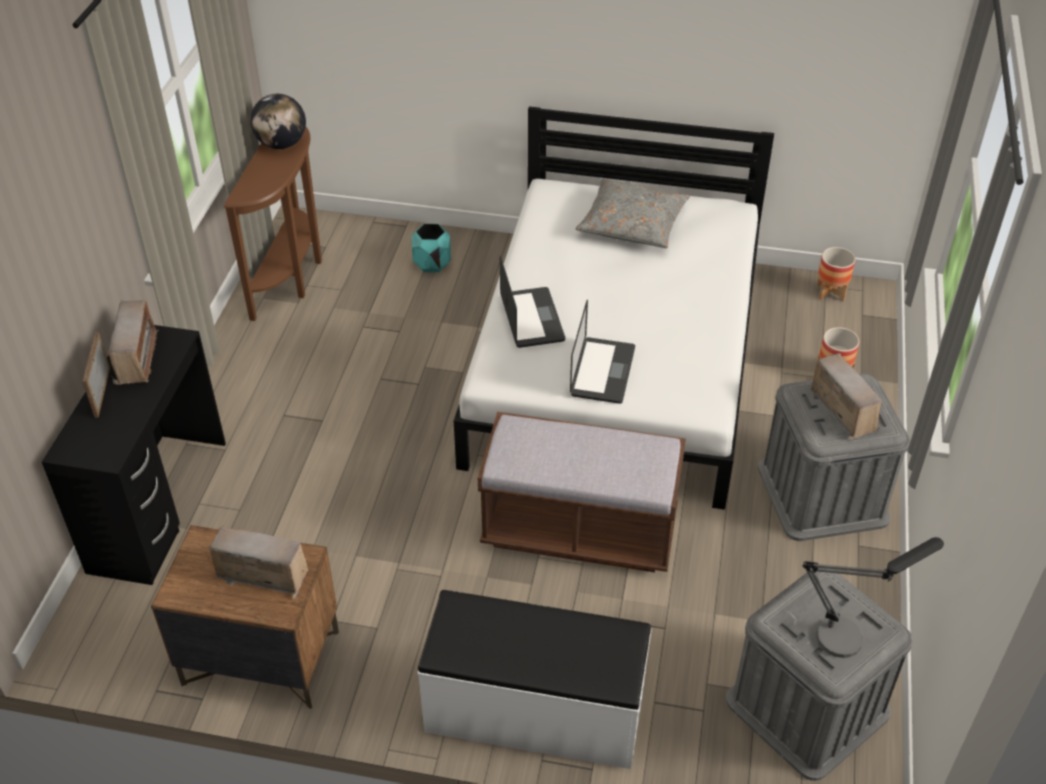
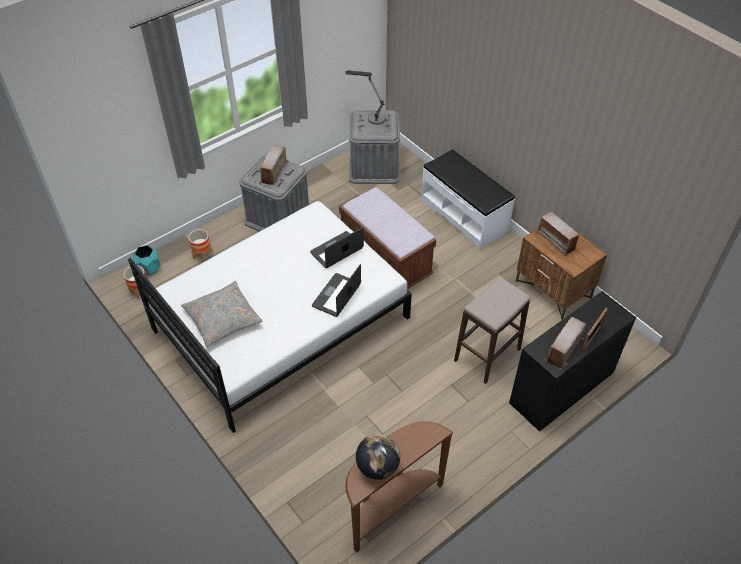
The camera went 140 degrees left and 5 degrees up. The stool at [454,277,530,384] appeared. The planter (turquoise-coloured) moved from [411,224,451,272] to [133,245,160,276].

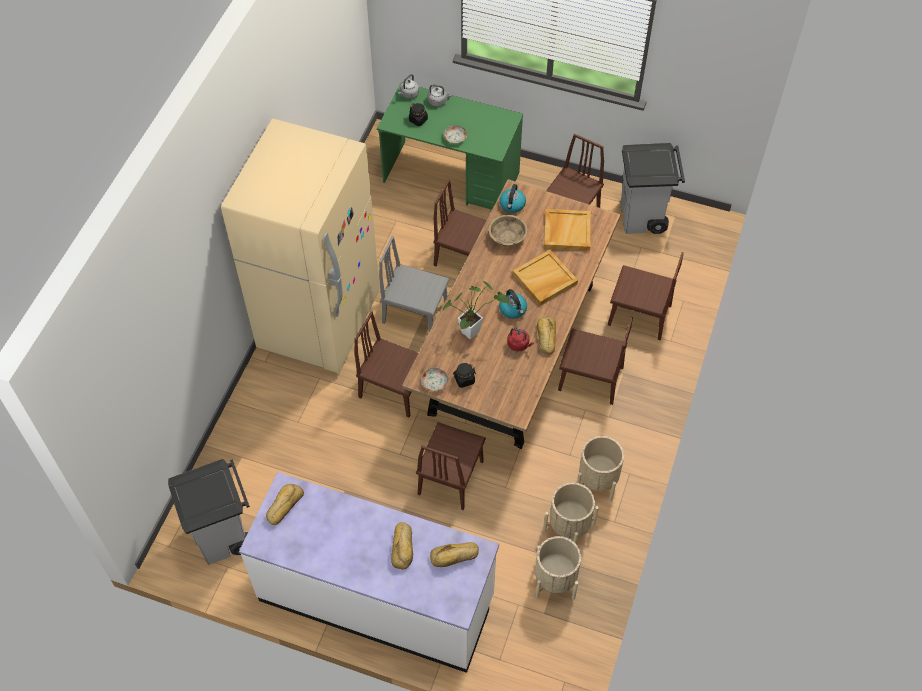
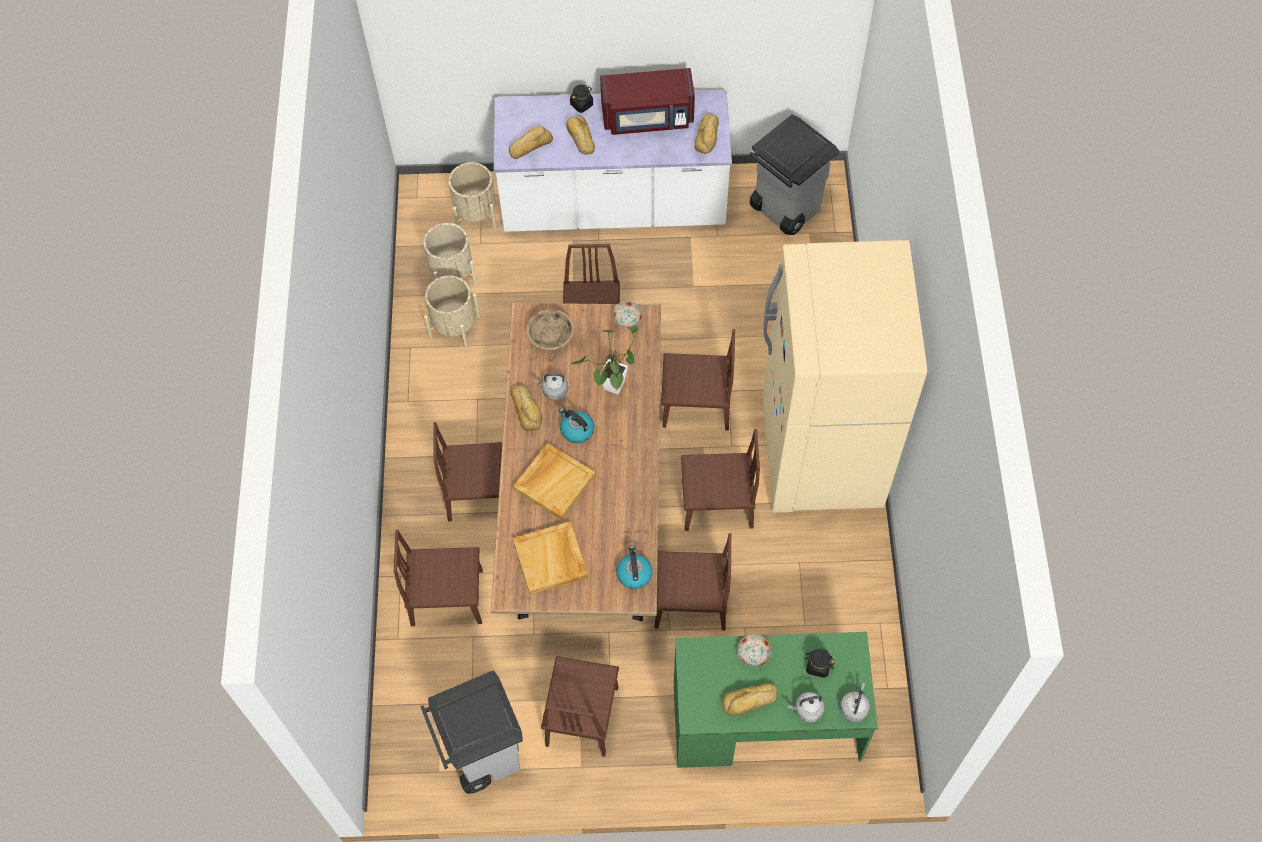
The camera went 160 degrees right and 5 degrees up. The microwave (red-coloured) at [600,68,695,135] appeared. The bread at [722,683,777,716] appeared. The jar (blackish) moved from [453,363,476,388] to [570,85,593,113]. The serving bowl (beige-coloured) moved from [489,215,528,246] to [526,309,574,350]. The planter (beige-coloured) moved from [577,436,624,502] to [449,162,496,230]. The upright chair (grey) at [379,236,449,332] became the upright chair (brown-coloured) at [681,429,760,531]. The water kettle (red-coloured) at [507,328,534,351] became the water kettle (grey) at [534,373,568,400].

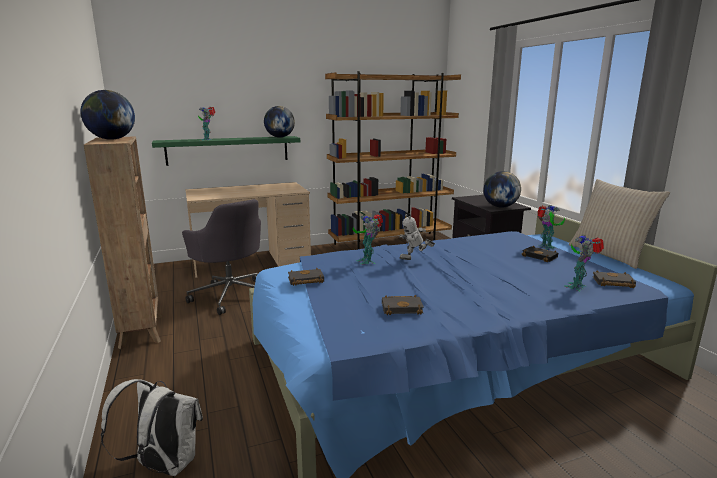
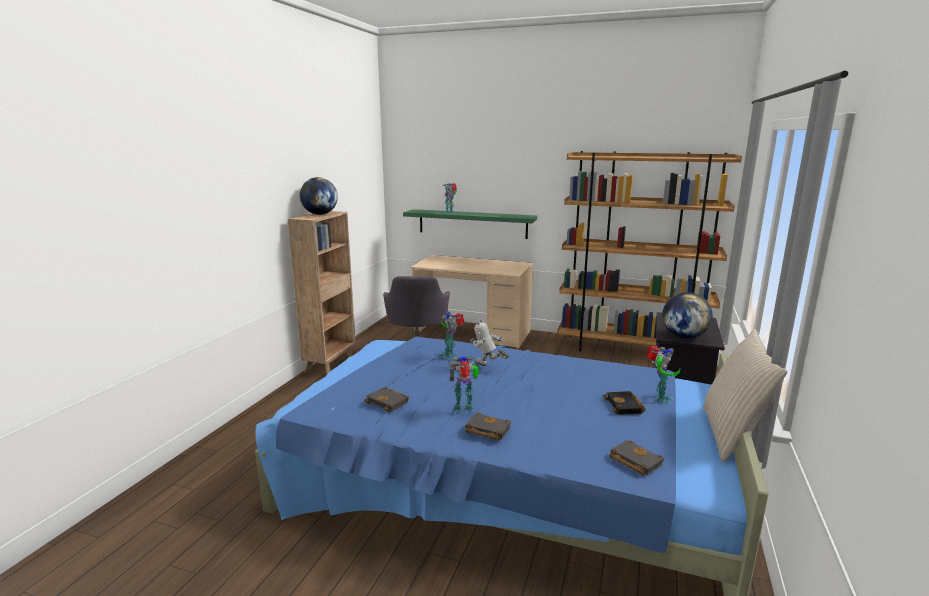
The camera went 40 degrees right and 0 degrees up. The backpack (white-coloured) at [101,379,203,476] disappeared. The globe at [264,106,295,138] disappeared. The bound book (blackish) moved from [288,268,324,286] to [465,413,511,441]. The robot figure moved from [564,235,604,291] to [449,356,480,413].

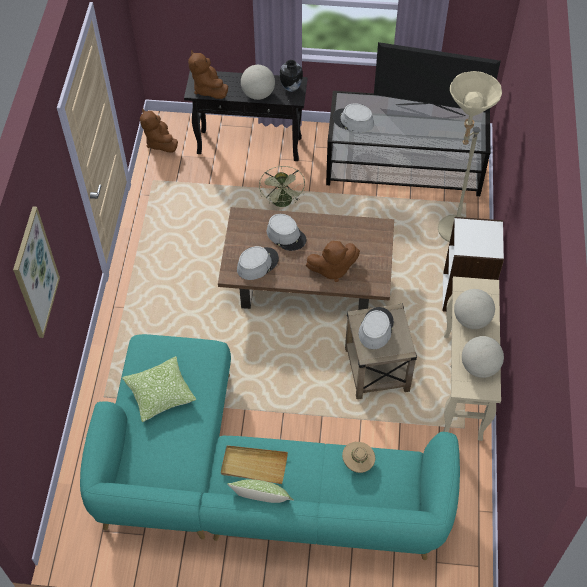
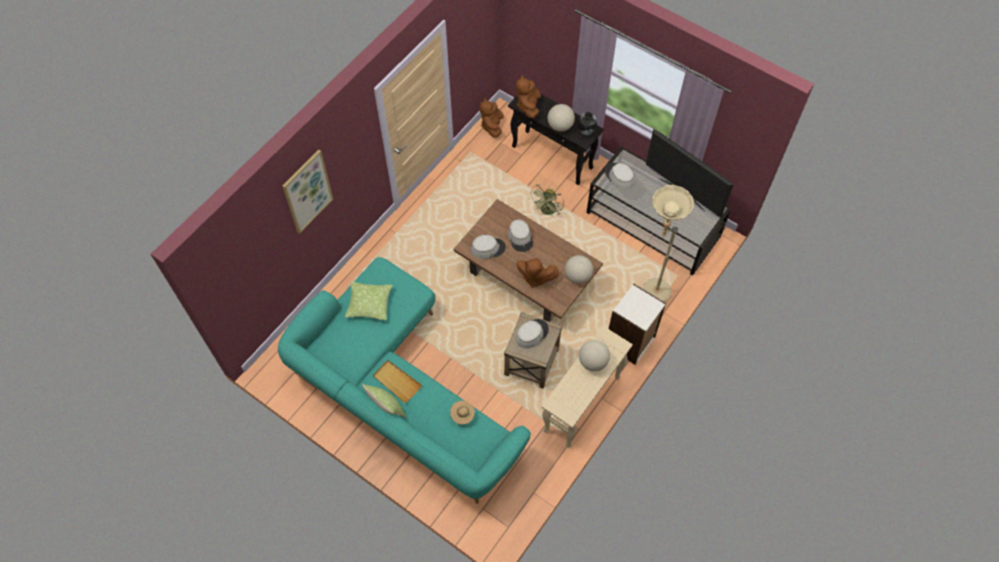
The camera went 30 degrees right and 5 degrees up. The globe moved from [462,336,504,378] to [565,255,593,284].

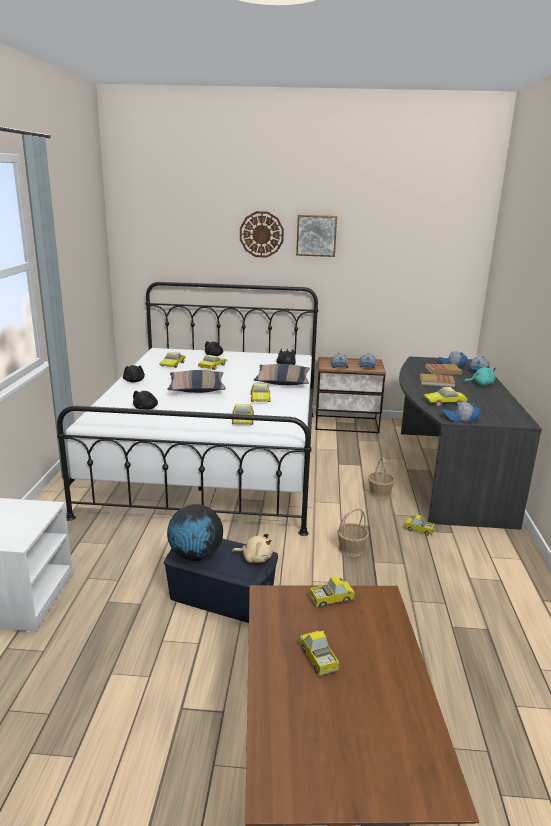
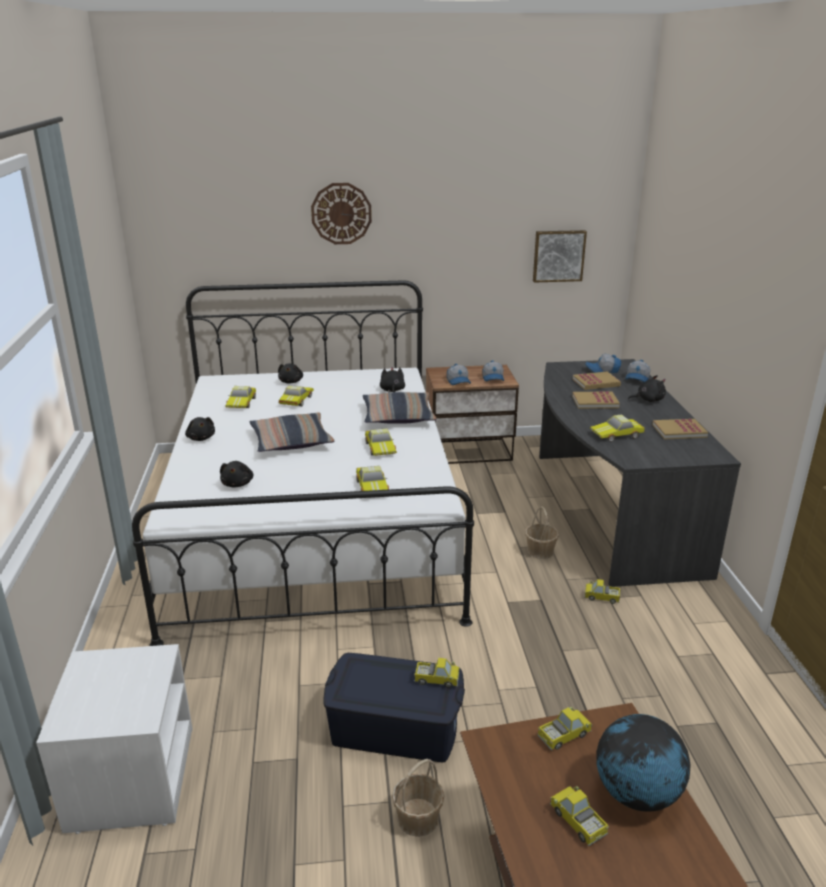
The camera went 10 degrees left and 5 degrees up. The baseball cap at [442,402,480,423] disappeared. The bound book at [652,419,708,439] appeared. The globe moved from [167,504,223,561] to [596,714,691,811]. The wall picture moved from [296,215,337,257] to [533,230,587,283]. The household basket moved from [337,508,369,557] to [392,759,444,837]. The cuddly toy (beige-coloured) at [232,533,273,563] was replaced by the toy truck at [414,658,459,688]. The cuddly toy (turquoise-coloured) at [464,365,496,385] became the cuddly toy (blackish) at [628,375,666,402].

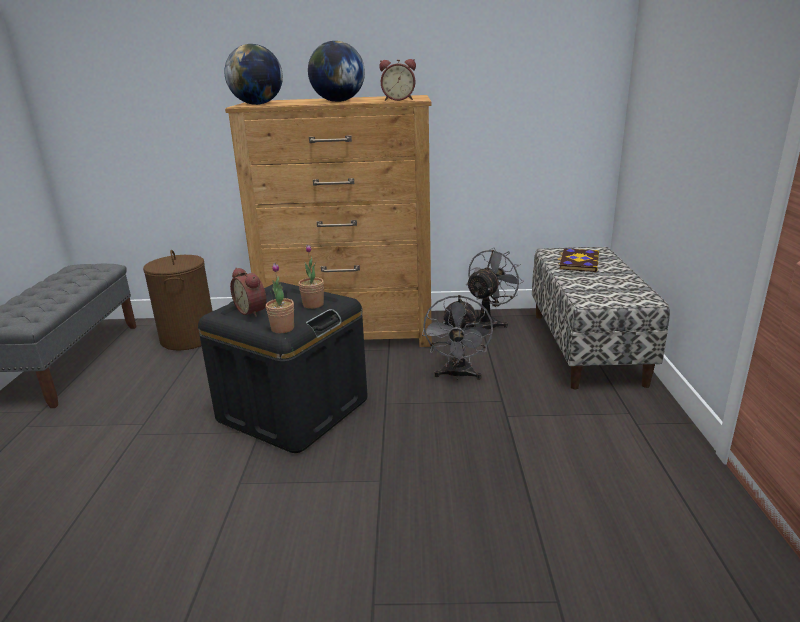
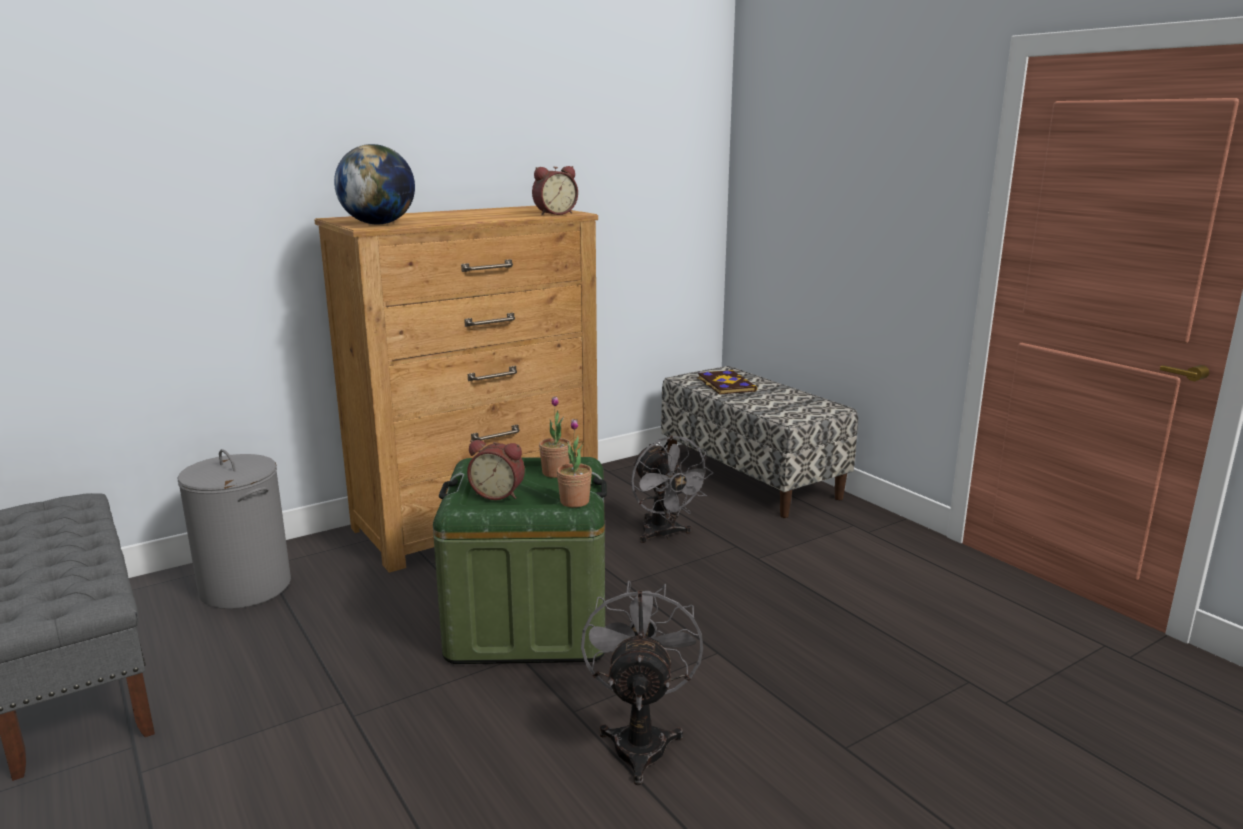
The camera went 35 degrees left and 5 degrees down. The globe at [308,41,365,102] disappeared. The fan (grey) moved from [466,247,524,330] to [581,580,703,785]. The laundry basket (brown-coloured) at [143,250,212,350] became the laundry basket (grey) at [178,449,291,609]. The storage box (blackish) at [198,282,368,453] became the storage box (green-coloured) at [433,457,607,664].

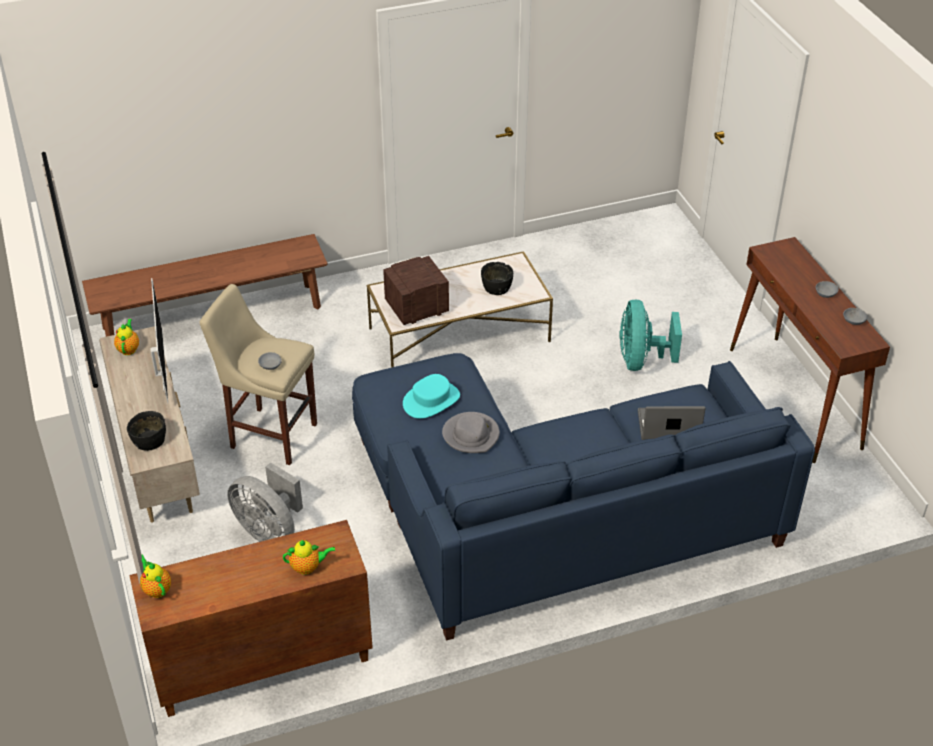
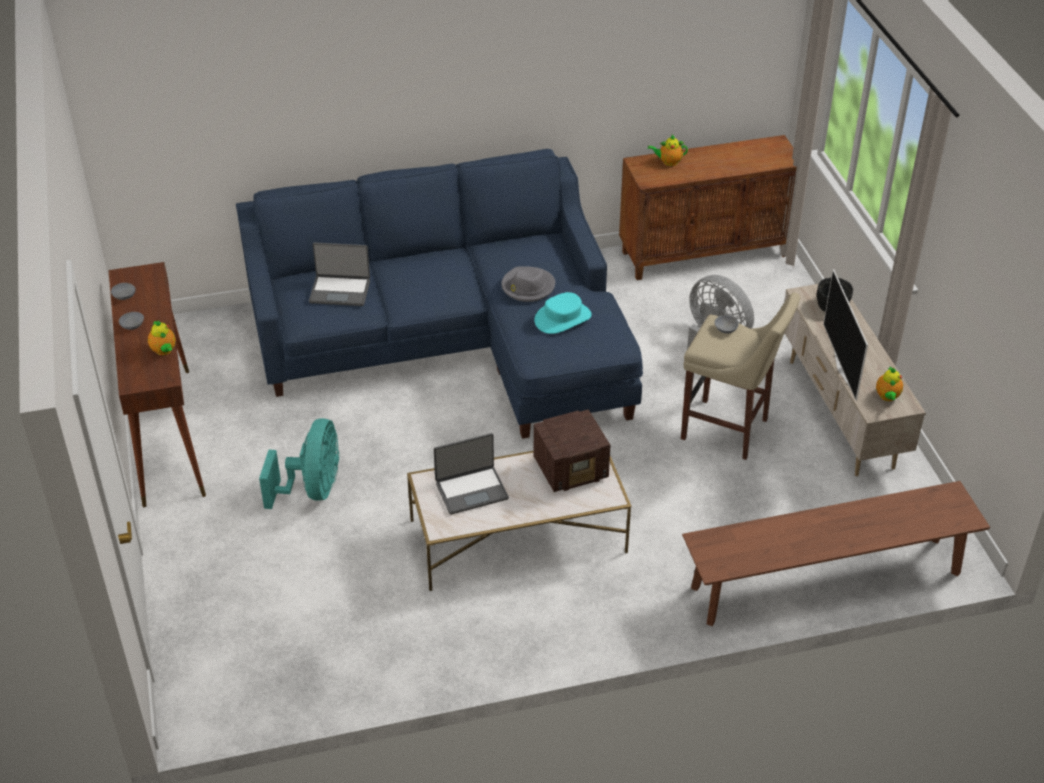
The camera went 175 degrees left and 0 degrees up. The pot for tea moved from [140,554,171,598] to [148,321,176,355]. The serving bowl (blackish) at [481,262,513,295] was replaced by the portable computer at [434,433,509,515].

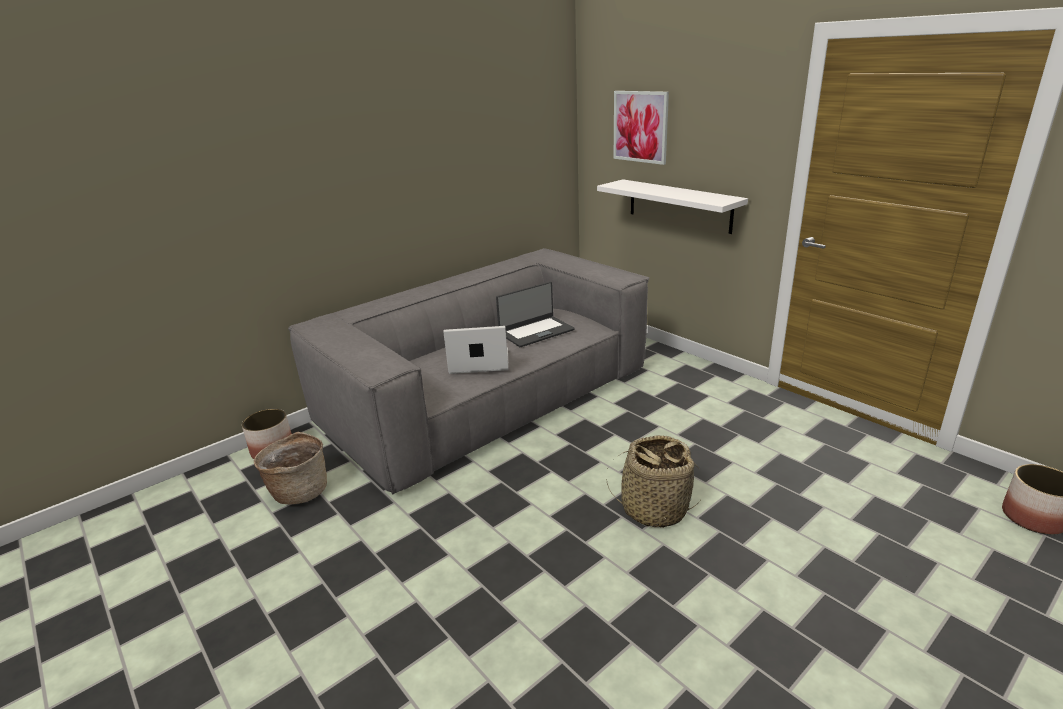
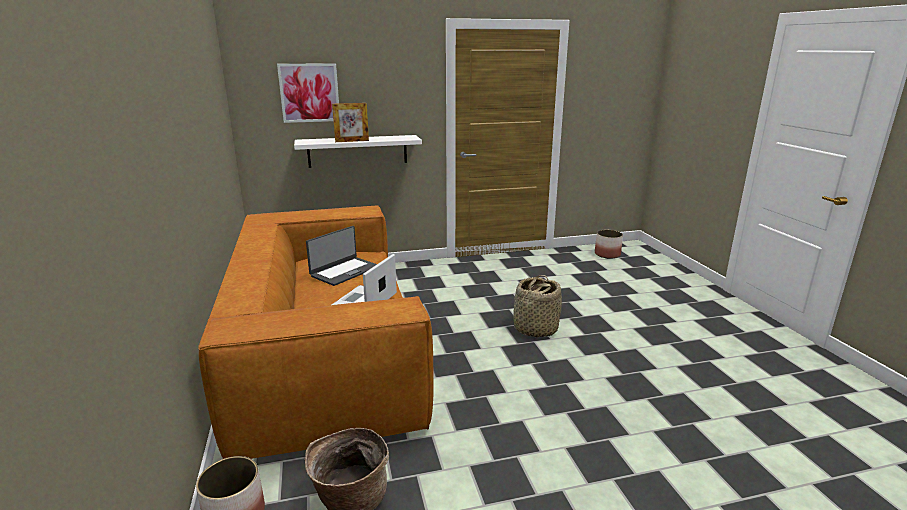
The camera went 65 degrees left and 5 degrees down. The photo frame at [332,103,369,142] appeared. The couch (grey) at [288,248,649,495] became the couch (brown-coloured) at [198,205,434,459]. The portable computer at [496,282,575,347] turned 45 degrees clockwise.

